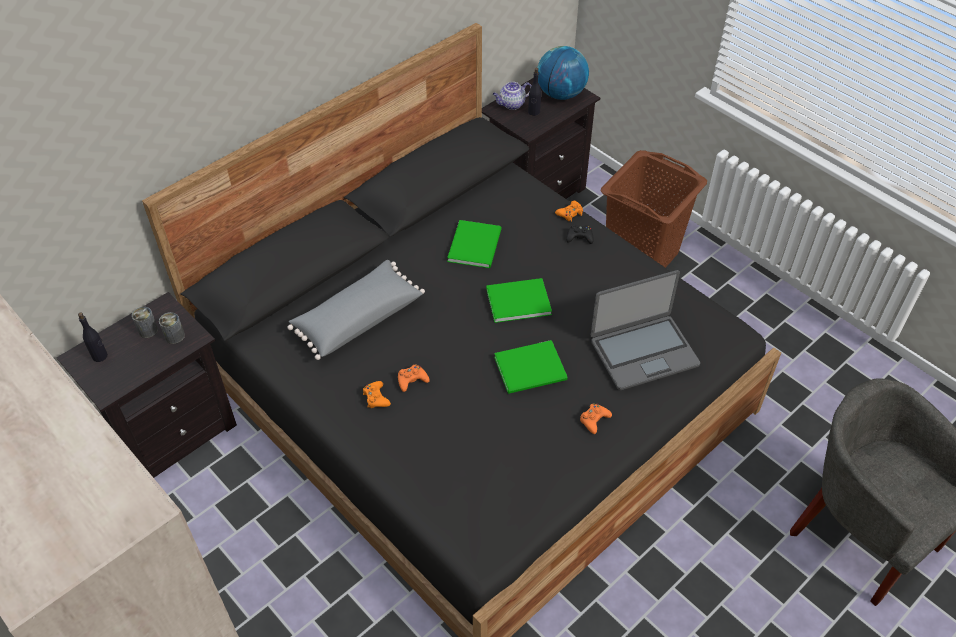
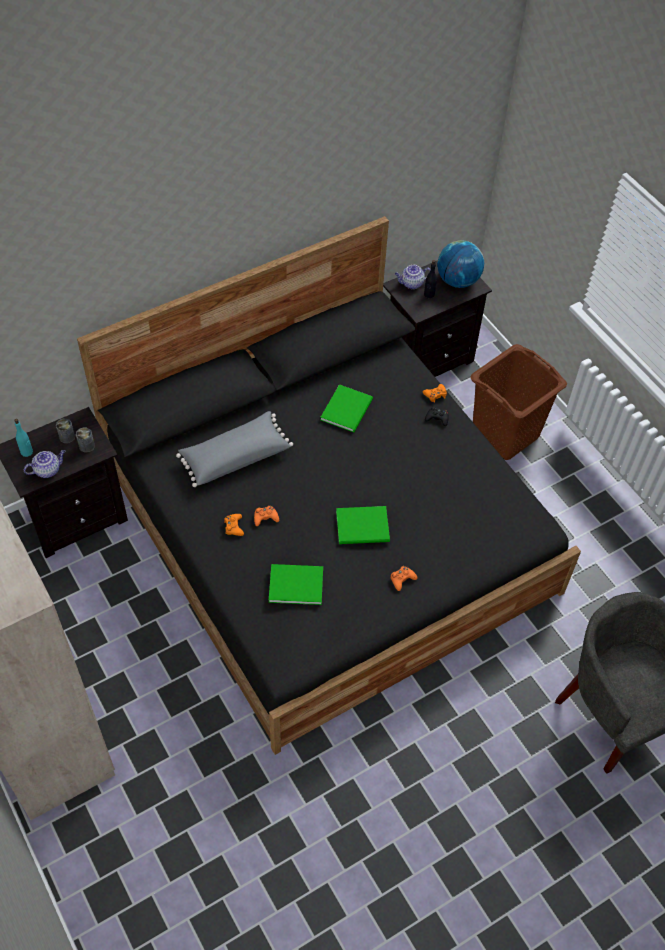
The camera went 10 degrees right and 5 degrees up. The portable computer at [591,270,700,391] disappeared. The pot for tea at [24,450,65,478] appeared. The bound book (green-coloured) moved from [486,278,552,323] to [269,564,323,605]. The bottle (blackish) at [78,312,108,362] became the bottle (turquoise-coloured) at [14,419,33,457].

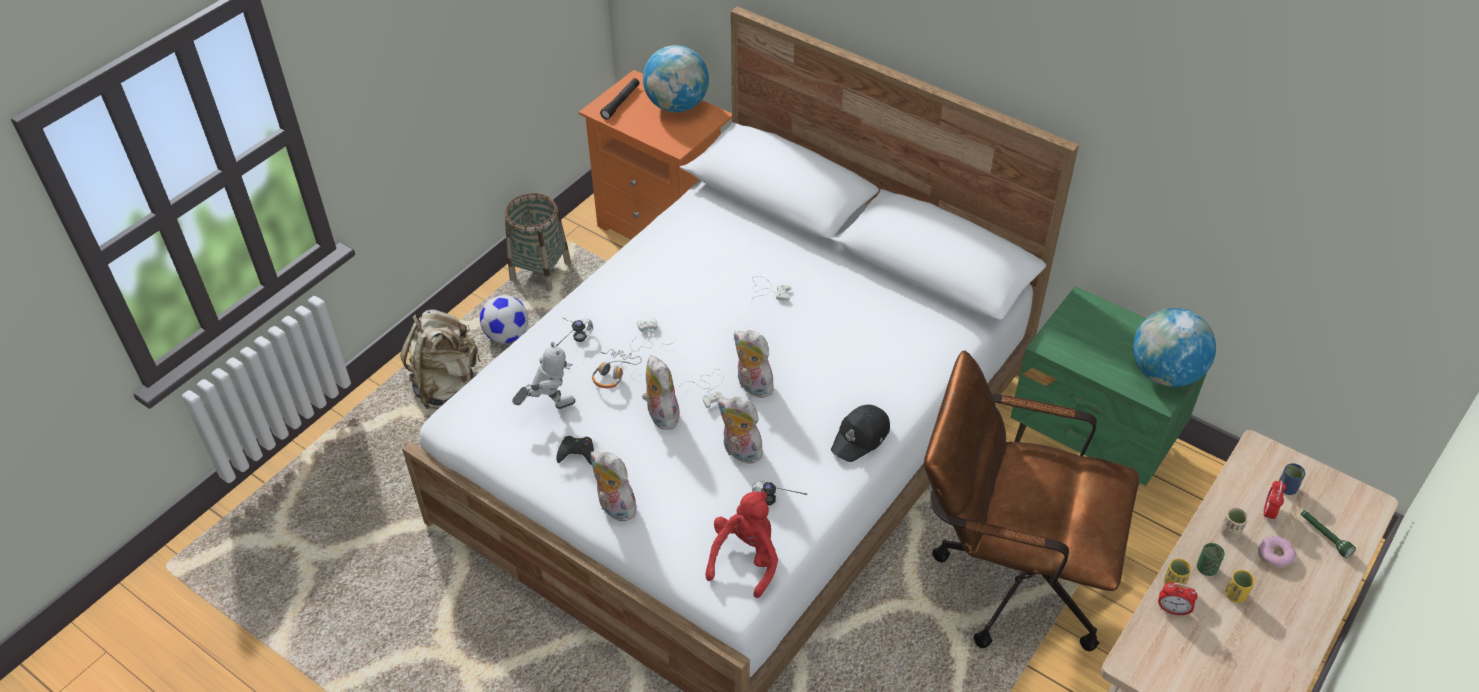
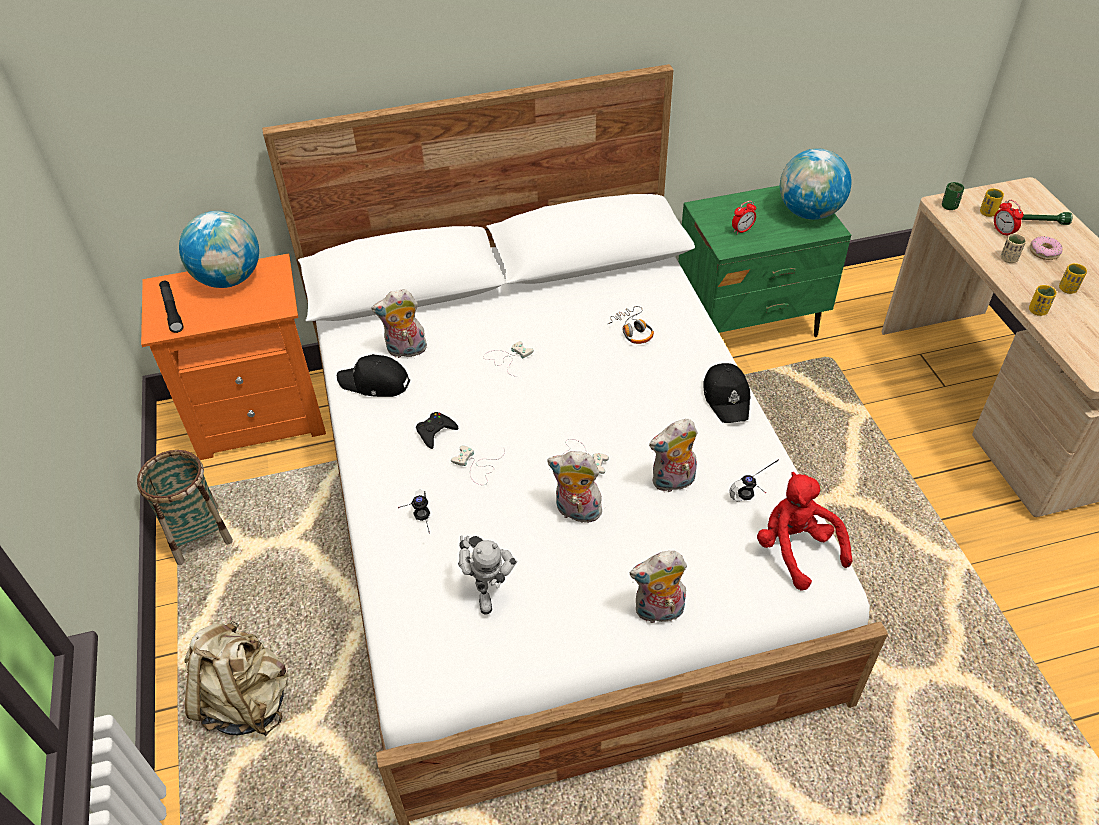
The camera went 50 degrees left and 0 degrees up. The football ball at [480,295,528,343] disappeared. The desk chair (brown-coloured) at [924,351,1139,651] disappeared. The baseball cap (blackish) at [337,354,410,397] appeared. The game controller (blackish) moved from [556,436,594,465] to [416,412,458,449]. The pair of headphones moved from [592,349,641,388] to [608,306,654,344]. The cuddly toy moved from [733,330,775,398] to [371,289,427,358]. The bedside clock moved from [1158,582,1198,617] to [732,201,756,235]. The drinking cup (green-coloured) moved from [1197,543,1225,576] to [942,182,964,210]. The drinking cup (blue) at [1279,463,1306,495] became the drinking cup (yellowish) at [980,189,1004,217]. The robot figure at [512,342,575,409] turned 150 degrees clockwise.

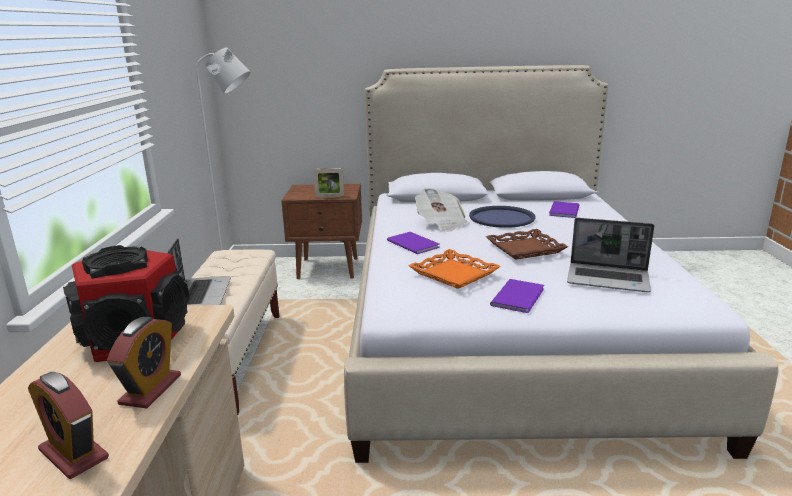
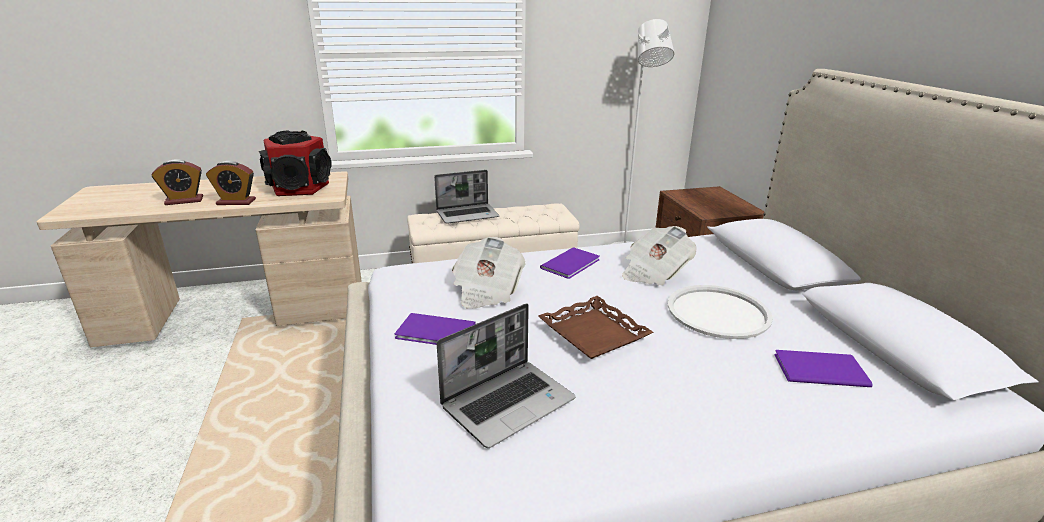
The camera went 75 degrees right and 5 degrees up. The photo frame at [314,168,344,198] disappeared. The tray (orangey) at [408,249,501,289] was replaced by the daily paper at [452,237,525,309]. The tray (blue) at [469,206,536,228] became the tray (white-coloured) at [668,285,773,339]. The bedside clock at [28,372,109,479] turned 135 degrees counterclockwise. The portable computer at [567,218,654,292] turned 135 degrees counterclockwise.

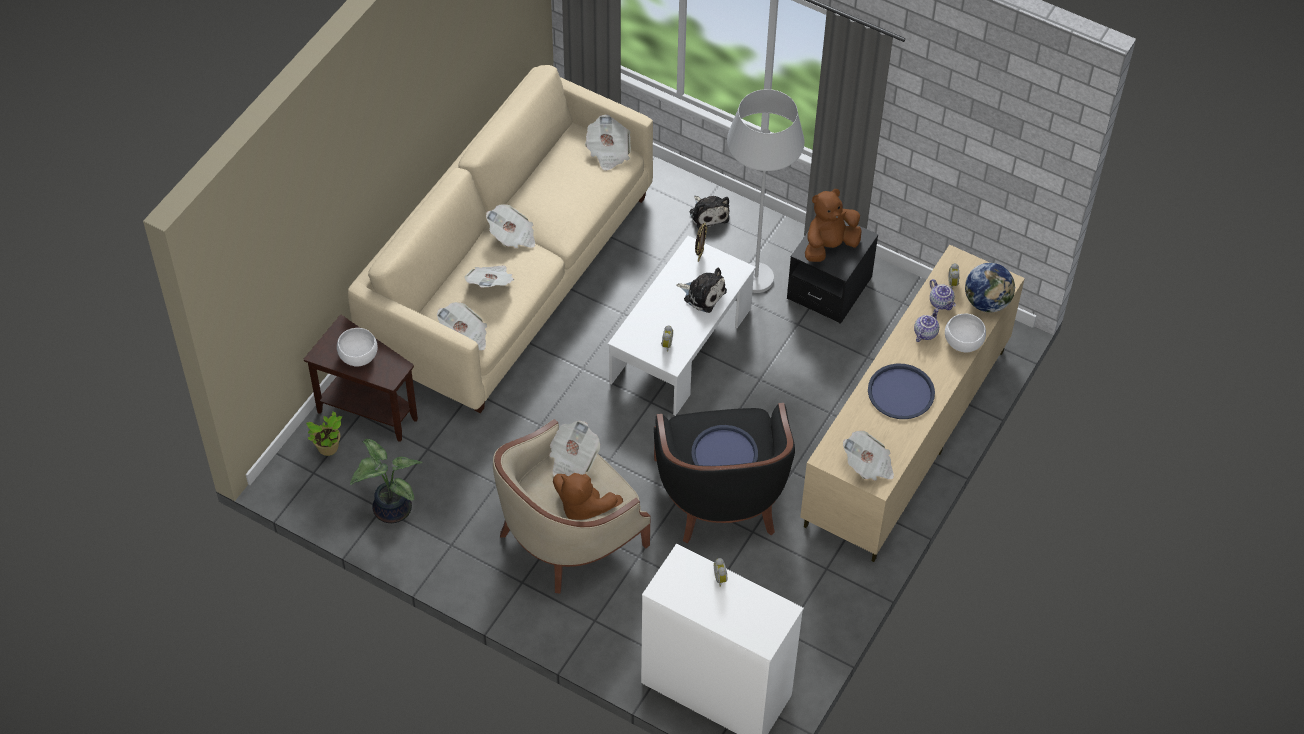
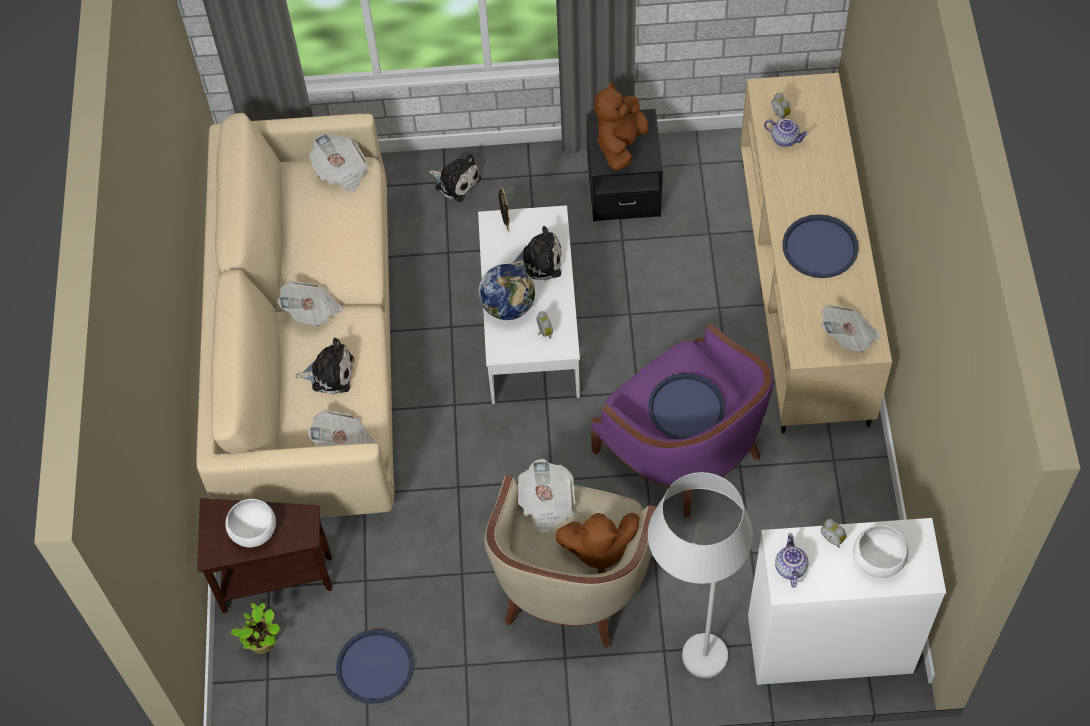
The camera went 30 degrees left and 5 degrees up. The floor lamp (white-coloured) moved from [727,89,804,293] to [648,472,753,678]. The pot for tea moved from [914,308,939,342] to [775,533,808,588]. The serving bowl (white-coloured) moved from [945,313,986,353] to [853,525,908,578]. The globe moved from [965,263,1016,312] to [478,264,535,320]. The potted plant at [350,439,422,523] was replaced by the tray (blue) at [336,629,414,704]. The daily paper at [464,265,514,287] was replaced by the cuddly toy at [295,338,354,394]. The easy chair (blackish) at [654,403,795,543] became the easy chair (purple-coloured) at [591,323,773,517].

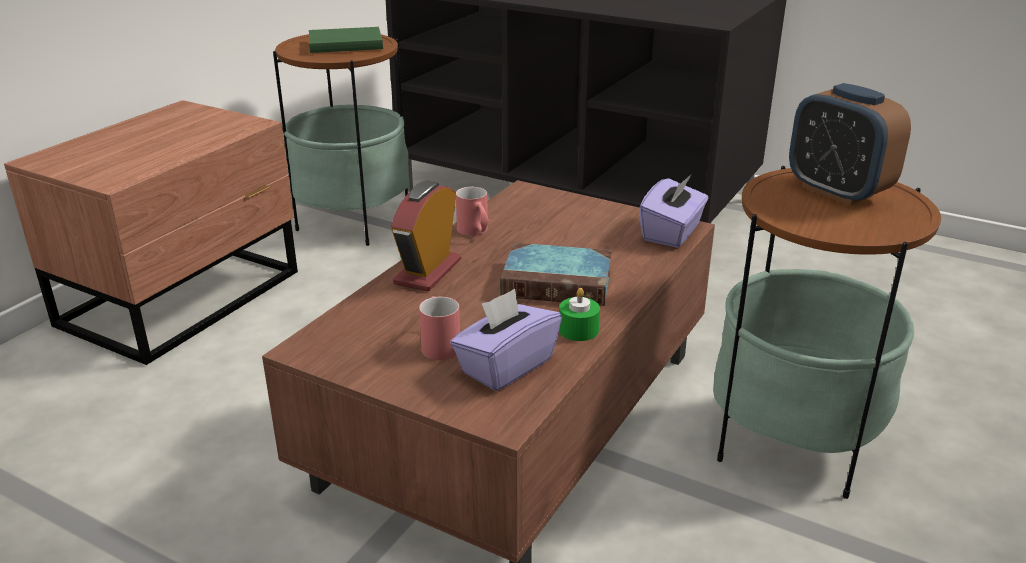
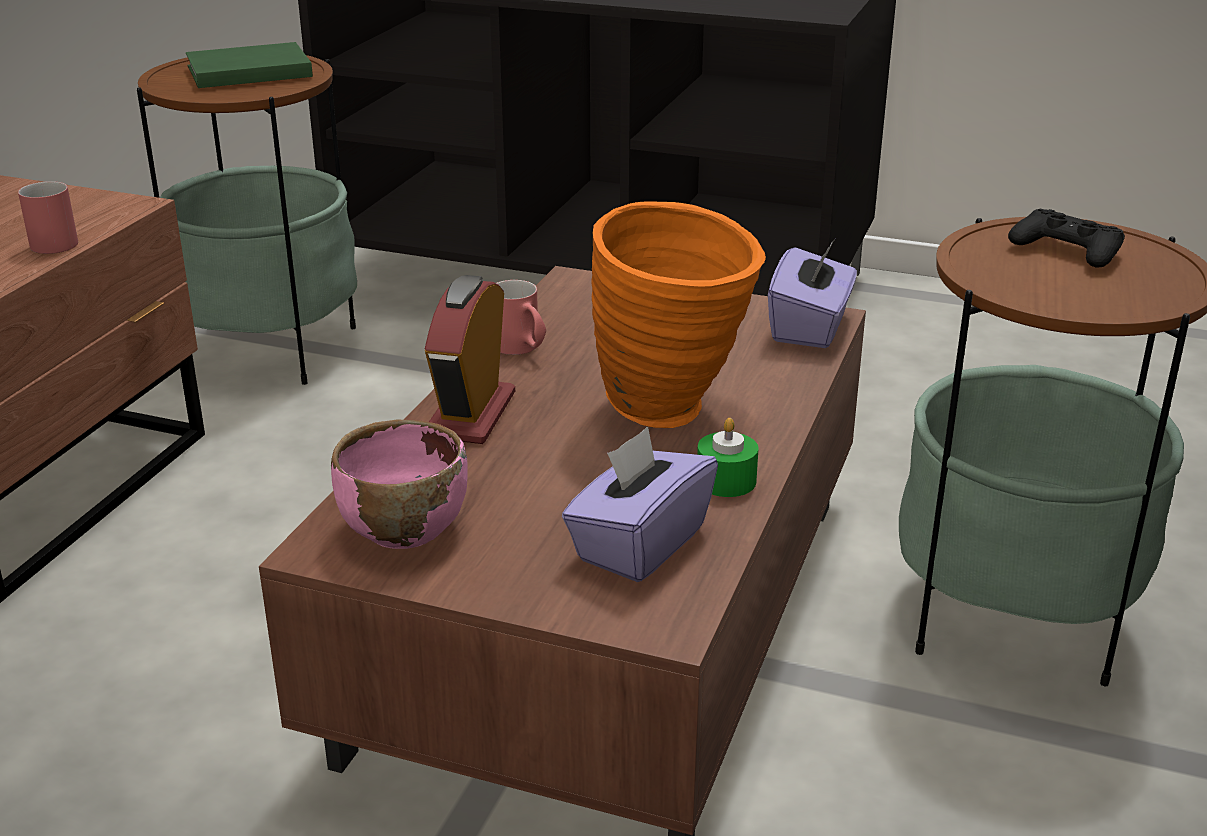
The camera went 10 degrees left and 0 degrees up. The serving bowl (pink) at [331,420,468,549] appeared. The mug (red-coloured) moved from [419,296,460,360] to [18,181,78,254]. The bound book at [500,243,612,306] was replaced by the flower vase (orangey) at [591,201,766,428]. The bedside clock at [789,83,911,205] was replaced by the game controller (blackish) at [1008,208,1125,268].

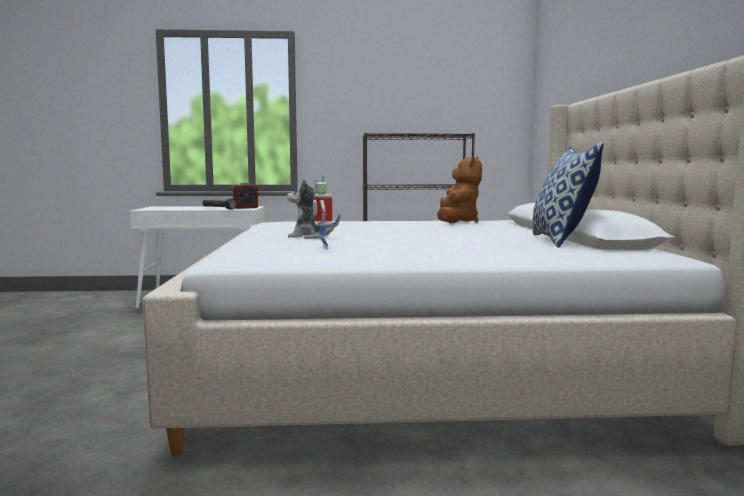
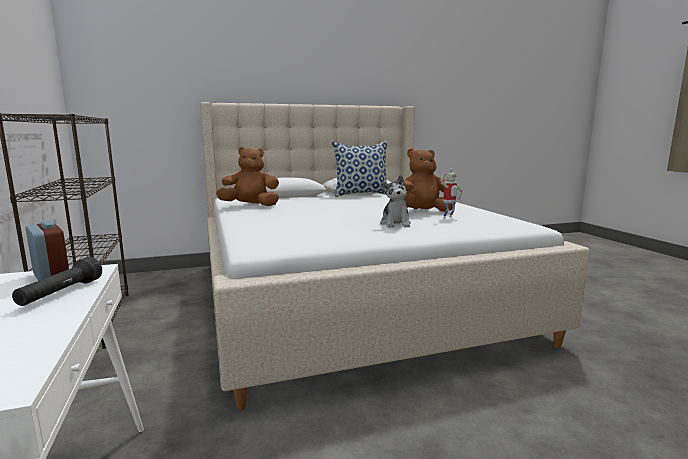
The camera went 105 degrees left and 5 degrees up. The cuddly toy (brown-coloured) at [404,149,455,212] appeared.

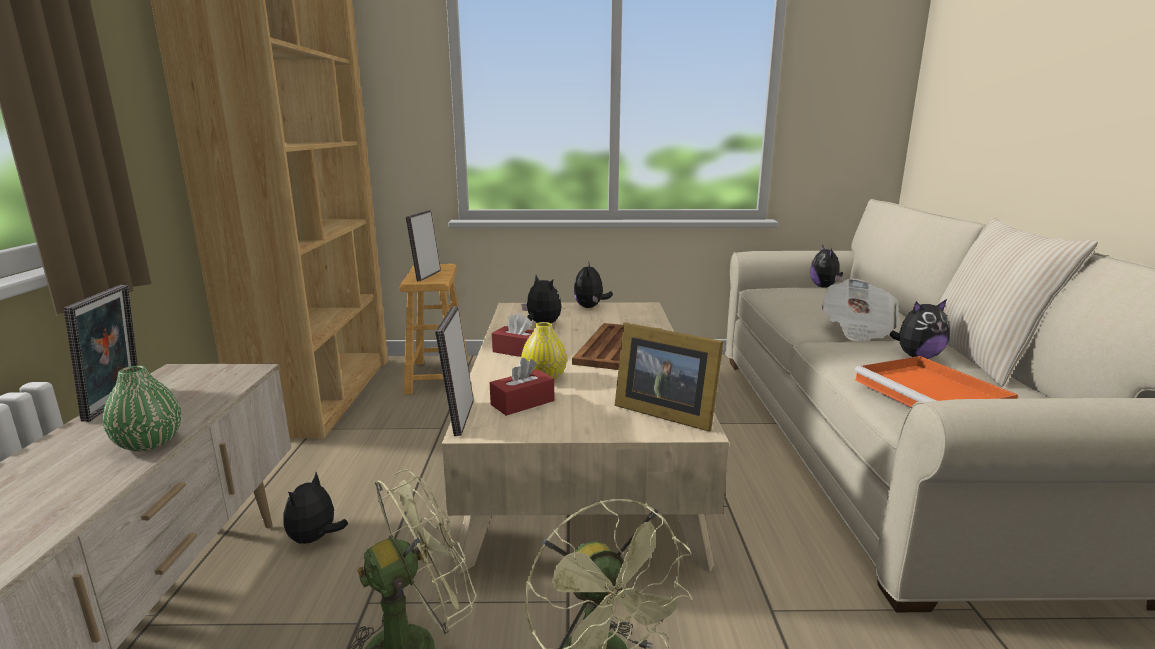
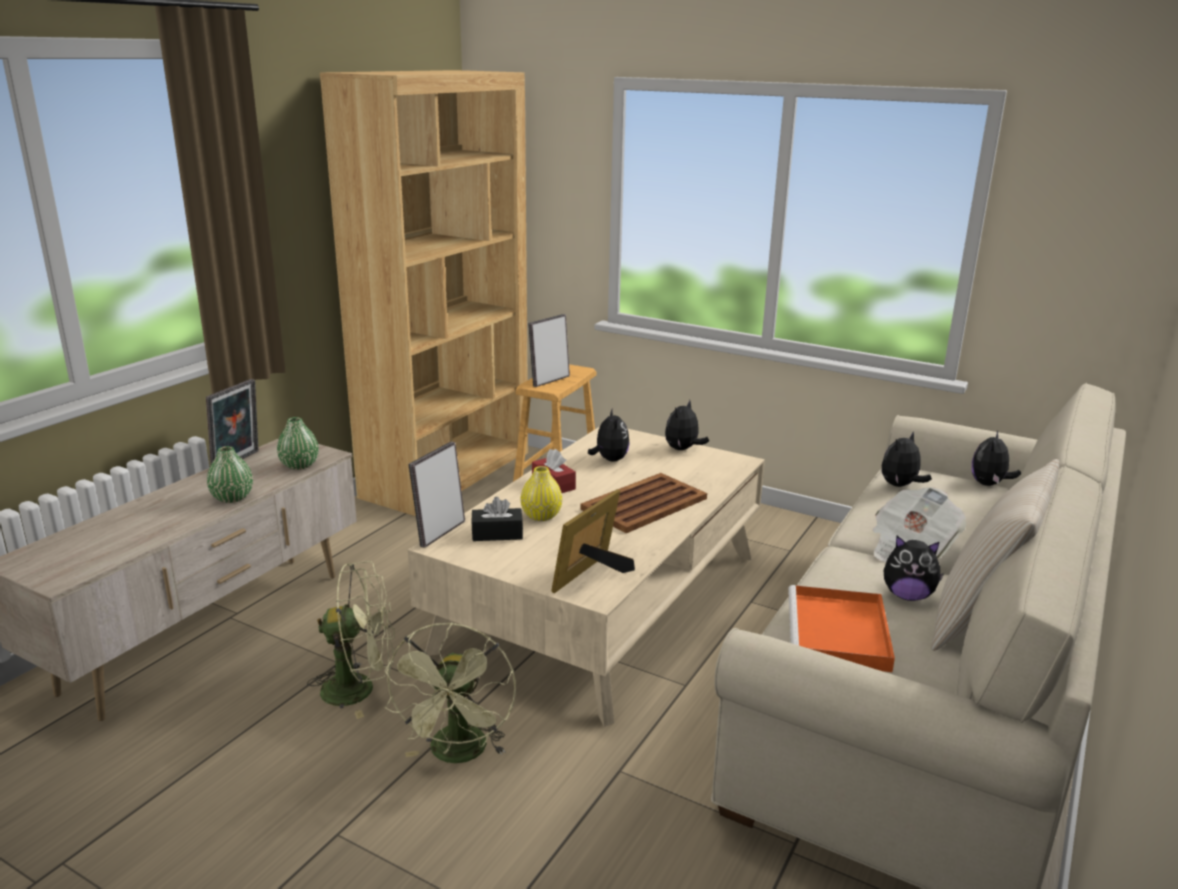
The camera went 30 degrees right and 5 degrees up. The flower vase (green-coloured) at [277,417,319,470] appeared. The cuddly toy moved from [283,472,348,545] to [882,432,932,487]. The tissue holder (red-coloured) at [490,358,554,416] became the tissue holder (blackish) at [471,497,523,541]. The photo frame at [614,322,724,432] turned 60 degrees clockwise.

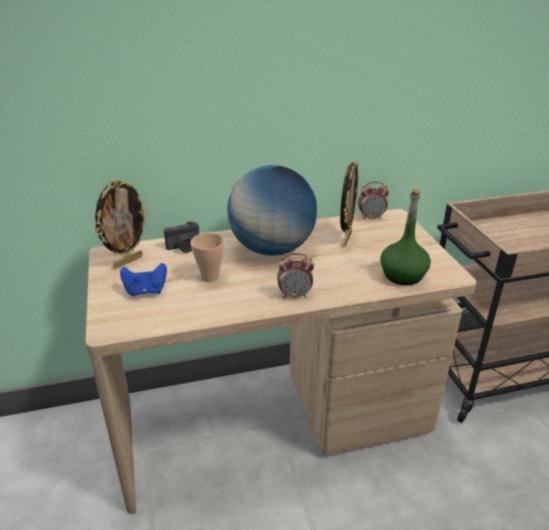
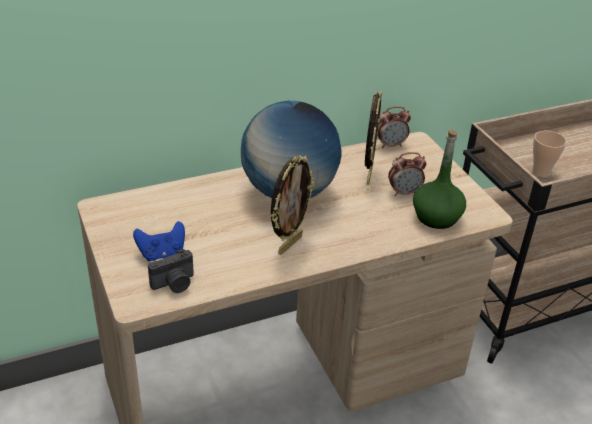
The camera went 10 degrees left and 5 degrees up. The photo frame moved from [94,179,148,268] to [271,155,315,255]. The still camera moved from [164,221,199,253] to [148,249,194,293]. The drinking cup moved from [191,233,225,282] to [532,131,567,177]. The bedside clock moved from [277,253,314,298] to [388,152,426,196].

